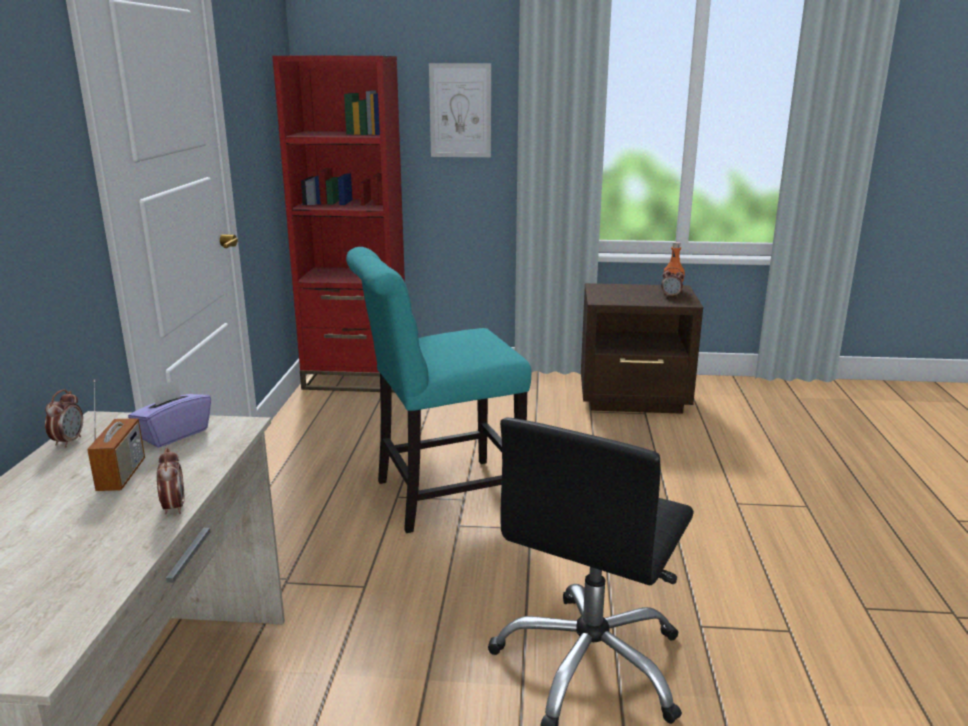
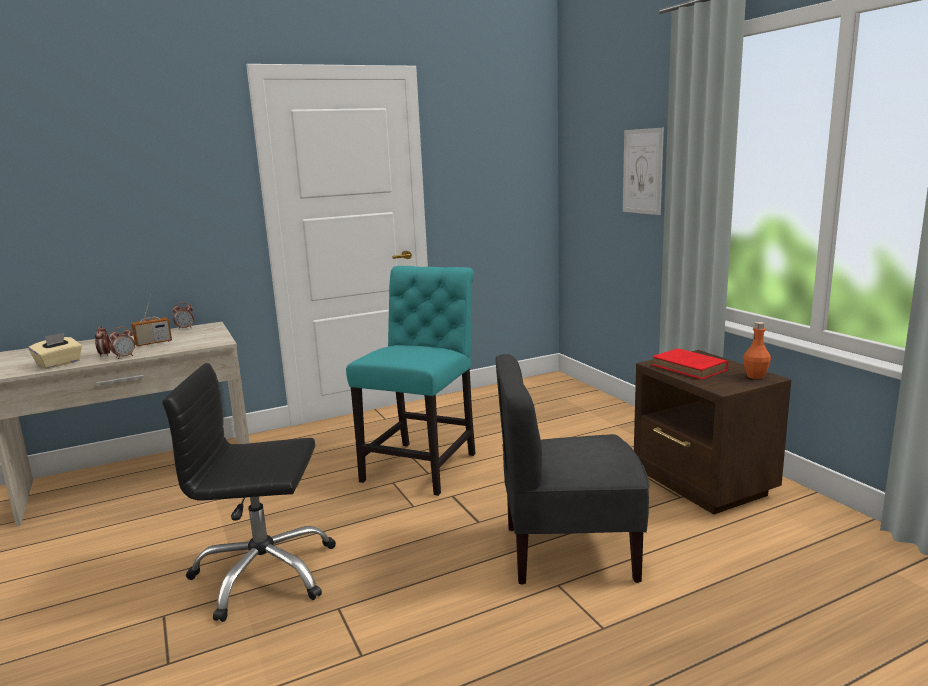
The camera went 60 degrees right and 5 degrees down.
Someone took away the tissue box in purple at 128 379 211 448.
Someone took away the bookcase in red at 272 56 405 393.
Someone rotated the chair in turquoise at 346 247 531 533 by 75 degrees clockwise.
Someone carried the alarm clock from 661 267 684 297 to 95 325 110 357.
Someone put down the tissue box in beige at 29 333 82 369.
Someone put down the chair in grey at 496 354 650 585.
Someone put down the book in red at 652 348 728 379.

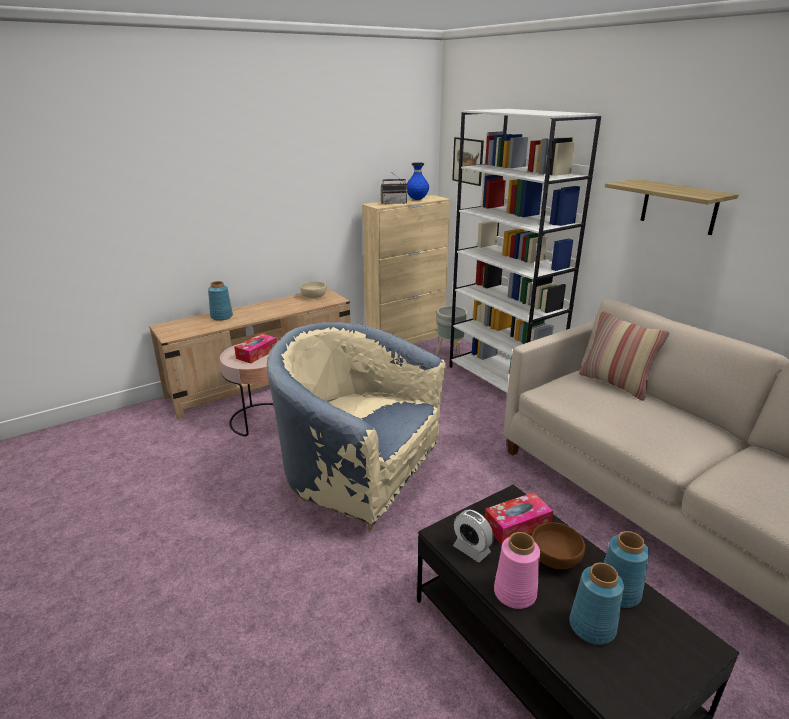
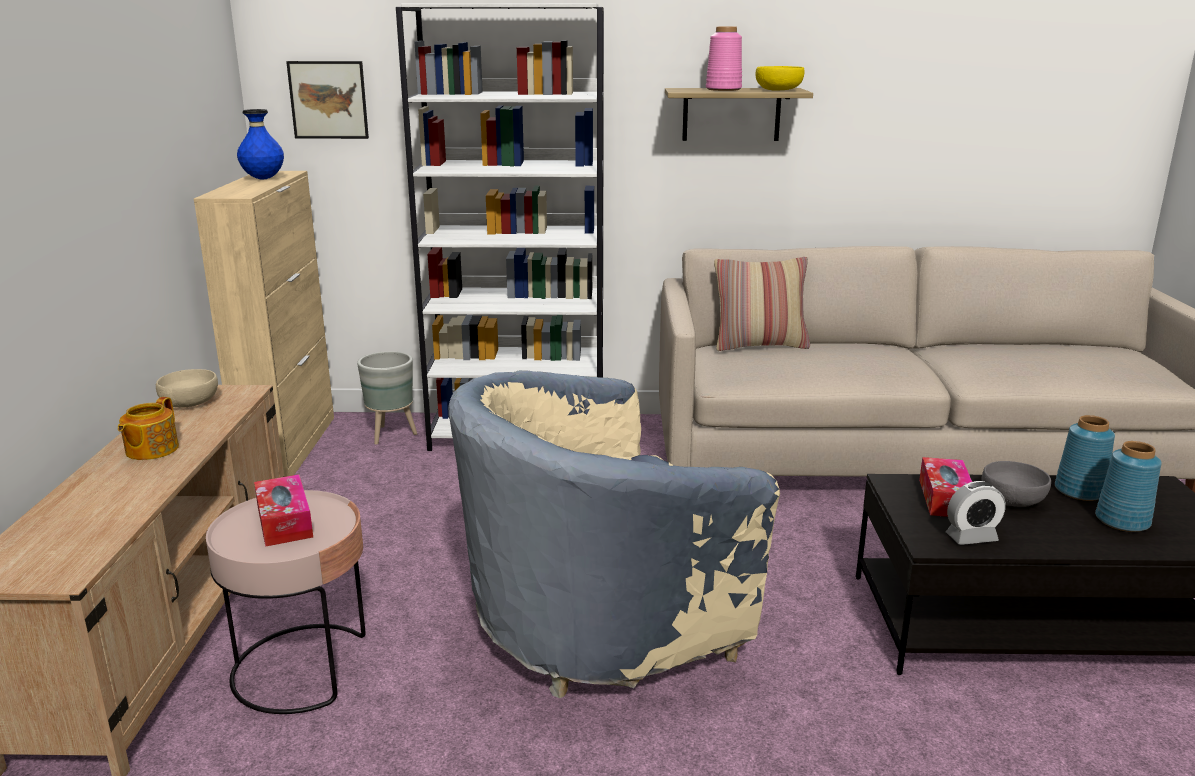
The camera went 55 degrees left and 5 degrees down.
Someone took away the vase in blue at 208 281 233 321.
Someone took away the radio at 381 171 408 204.
Someone carried the vase in pink from 494 532 540 609 to 706 27 742 91.
Someone repainted the bowl in brown at 531 522 585 569, which became the bowl in grey at 982 461 1051 507.
Someone put down the teapot at 118 397 179 460.
Someone put down the bowl in yellow at 755 66 805 90.

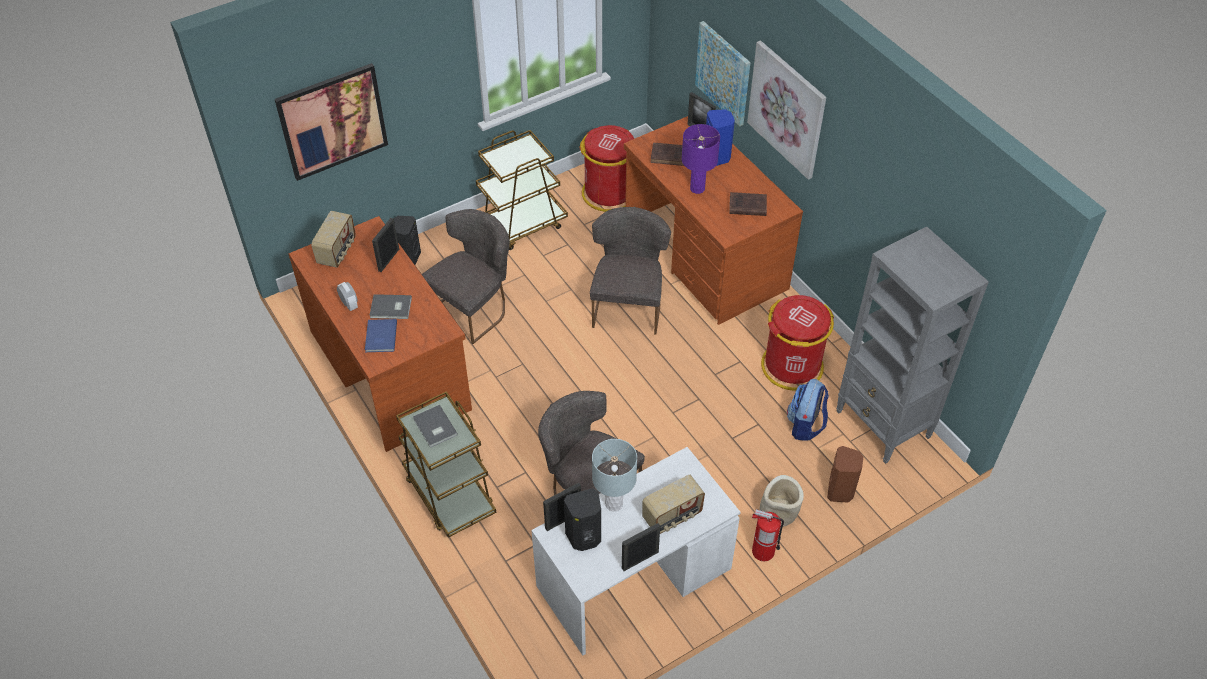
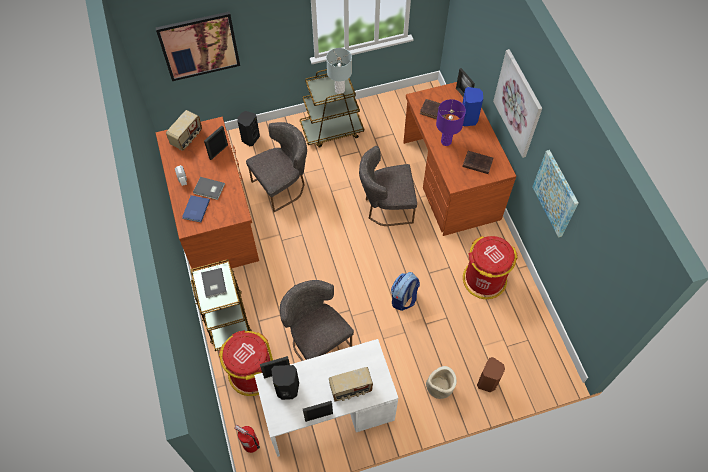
The camera went 15 degrees right and 10 degrees up.
Someone carried the trash can in red from 580 125 634 212 to 219 330 273 396.
Someone rotated the chair in grey at 590 207 671 335 by 120 degrees counterclockwise.
Someone carried the table lamp in grey from 592 439 637 511 to 326 48 352 94.
Someone carried the picture from 695 21 751 127 to 532 150 578 238.
Someone carried the fire extinguisher from 752 509 784 561 to 234 425 260 453.
Someone carried the backpack from 787 379 829 441 to 391 272 420 311.
Someone took away the bookcase in grey at 836 226 989 464.

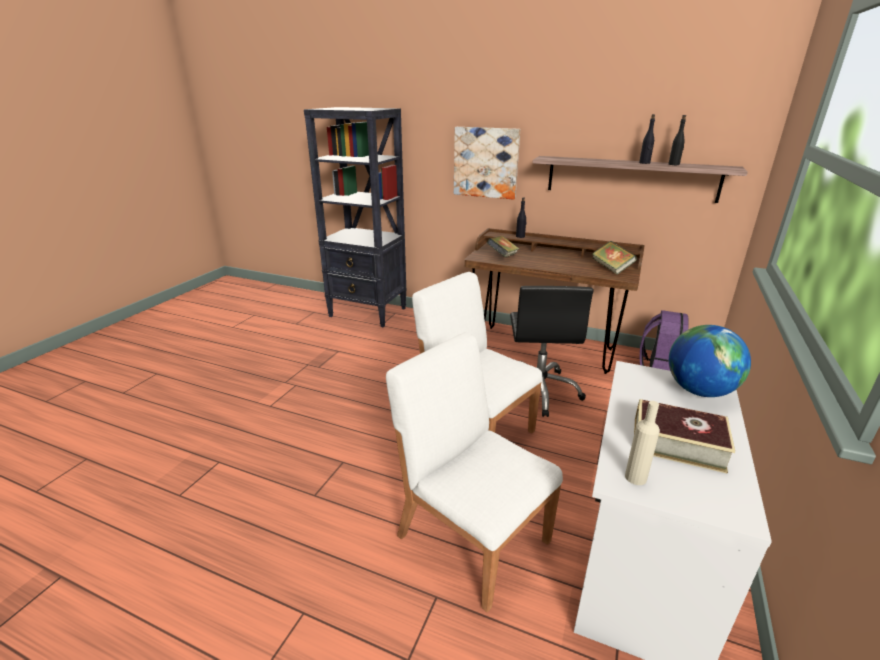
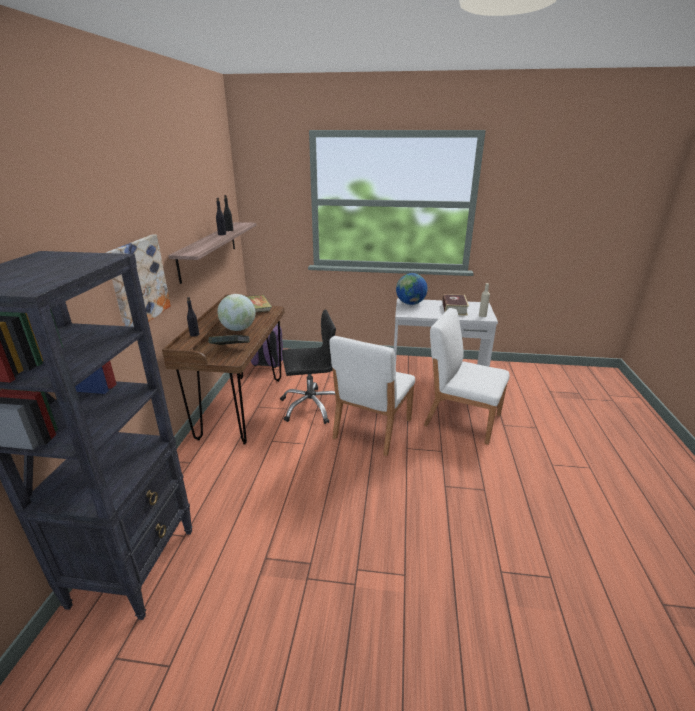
The camera went 105 degrees left and 0 degrees up.
Someone rotated the chair in white at 386 332 563 612 by 90 degrees clockwise.
Someone put down the globe at 217 294 255 331.

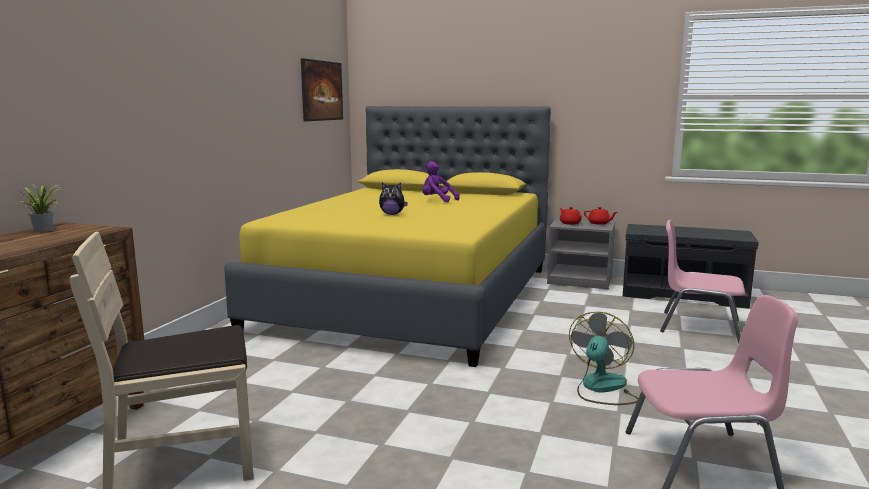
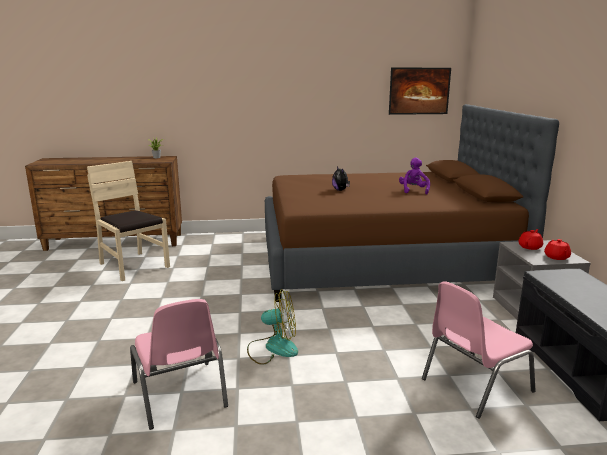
The camera went 65 degrees right and 5 degrees up.
Someone repainted the bed in yellow at 224 106 551 367, which became the bed in brown at 265 104 559 302.
Someone rotated the chair in pink at 660 220 745 343 by 120 degrees counterclockwise.

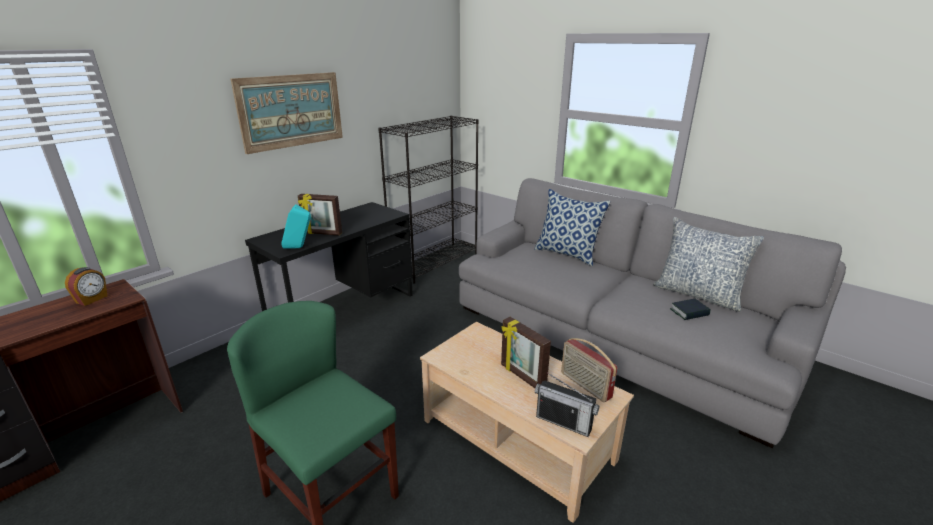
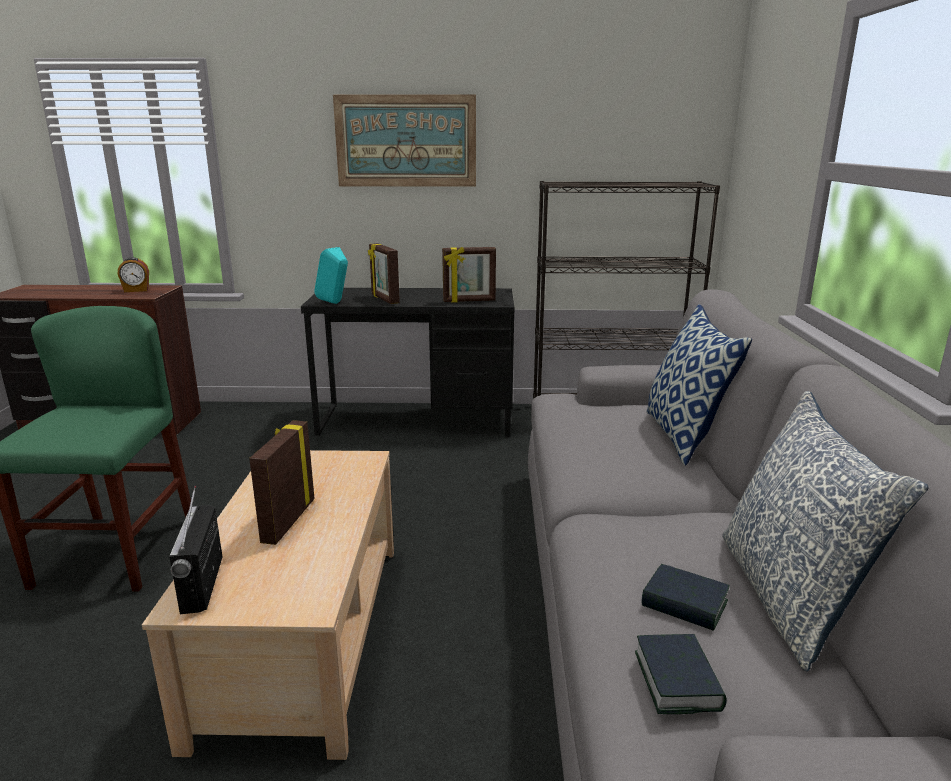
The camera went 50 degrees right and 5 degrees down.
Someone took away the radio at 561 338 617 402.
Someone put down the picture frame at 442 247 496 303.
Someone put down the book at 635 634 727 714.

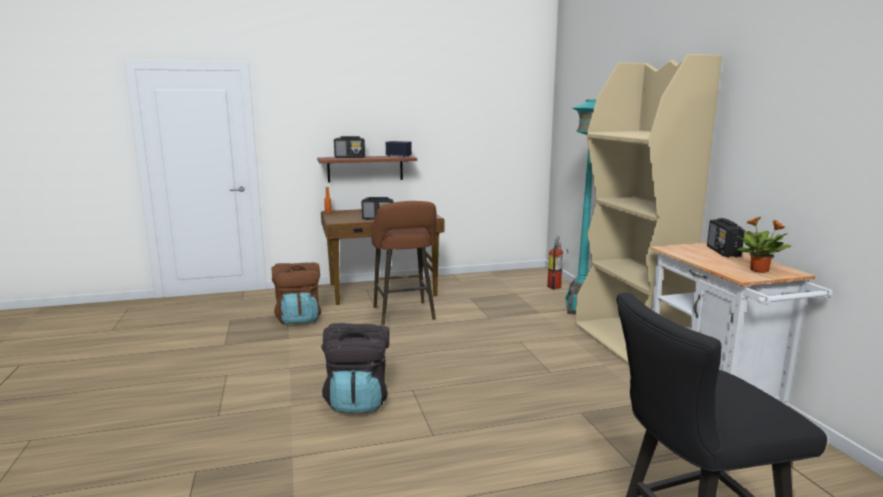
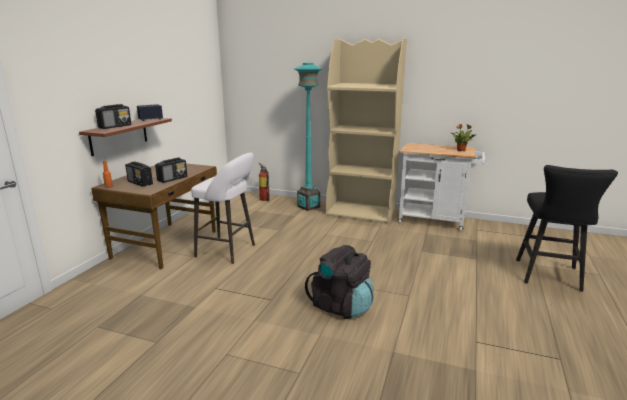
The camera went 55 degrees left and 5 degrees up.
Someone took away the backpack in brown at 271 262 321 325.
Someone repainted the stool in brown at 371 201 437 325, which became the stool in white at 191 152 255 264.
Someone carried the radio from 707 218 745 257 to 125 162 153 187.

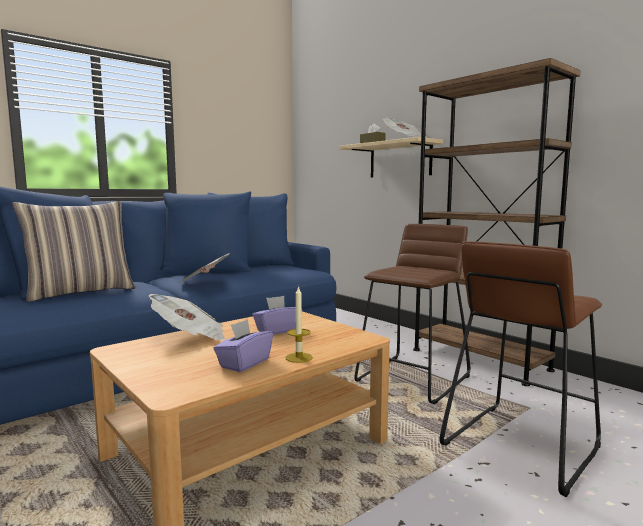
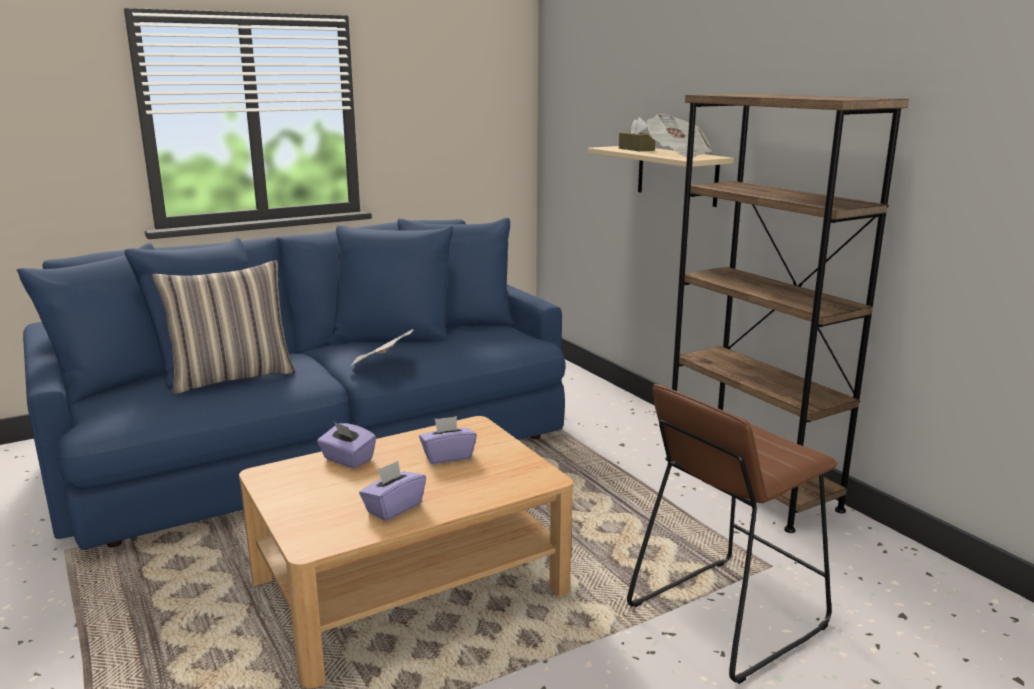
The camera went 10 degrees right and 10 degrees up.
Someone swapped the newspaper at 149 294 225 341 for the tissue box in purple at 317 422 376 468.
Someone took away the candle at 285 286 313 363.
Someone took away the stool in brown at 354 224 470 404.

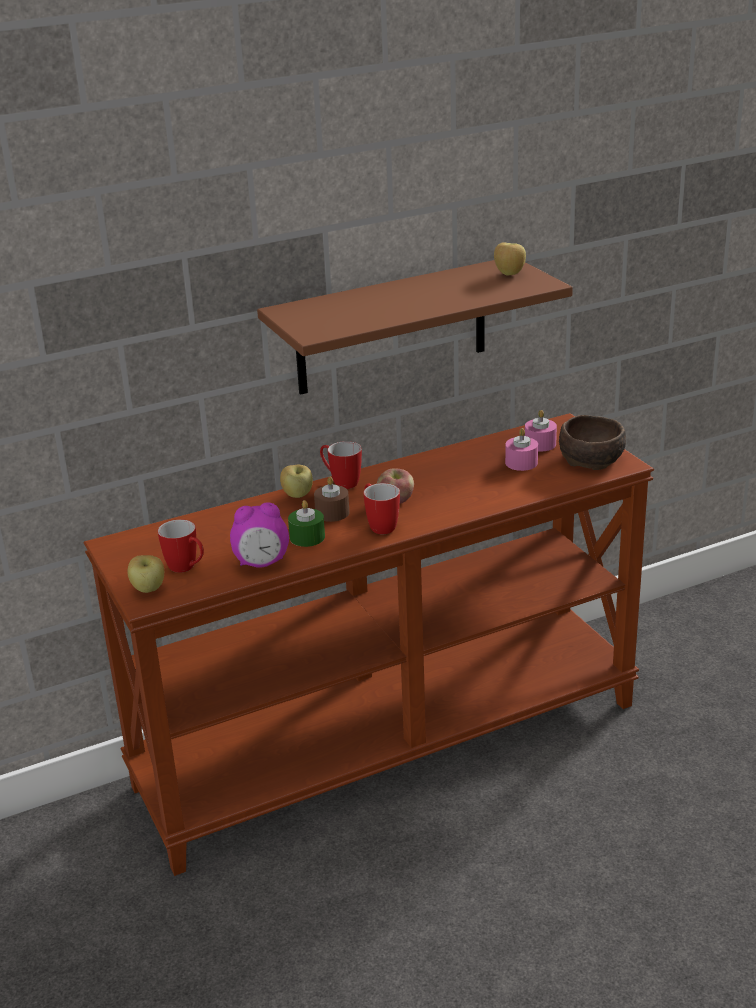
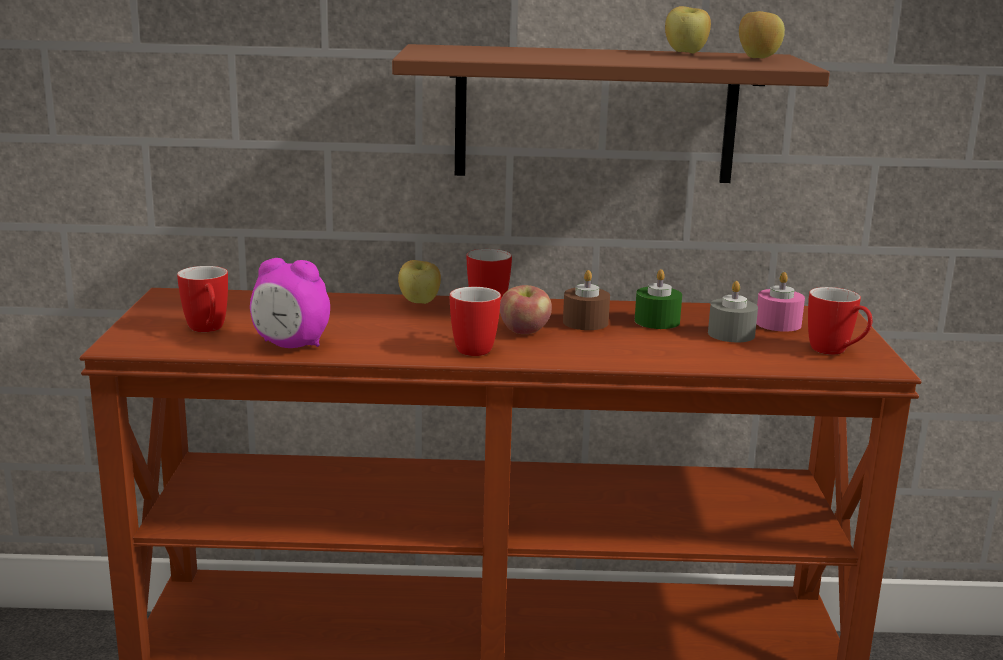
The camera went 25 degrees right and 10 degrees down.
Someone carried the apple from 128 555 164 593 to 665 6 711 54.
Someone carried the candle in green from 288 500 325 547 to 635 269 682 329.
Someone carried the candle in brown from 314 476 350 522 to 563 270 610 330.
Someone repainted the candle in pink at 505 428 538 471, which became the candle in grey at 708 281 758 342.
Someone swapped the bowl in brown at 559 415 626 470 for the mug at 808 287 872 355.

